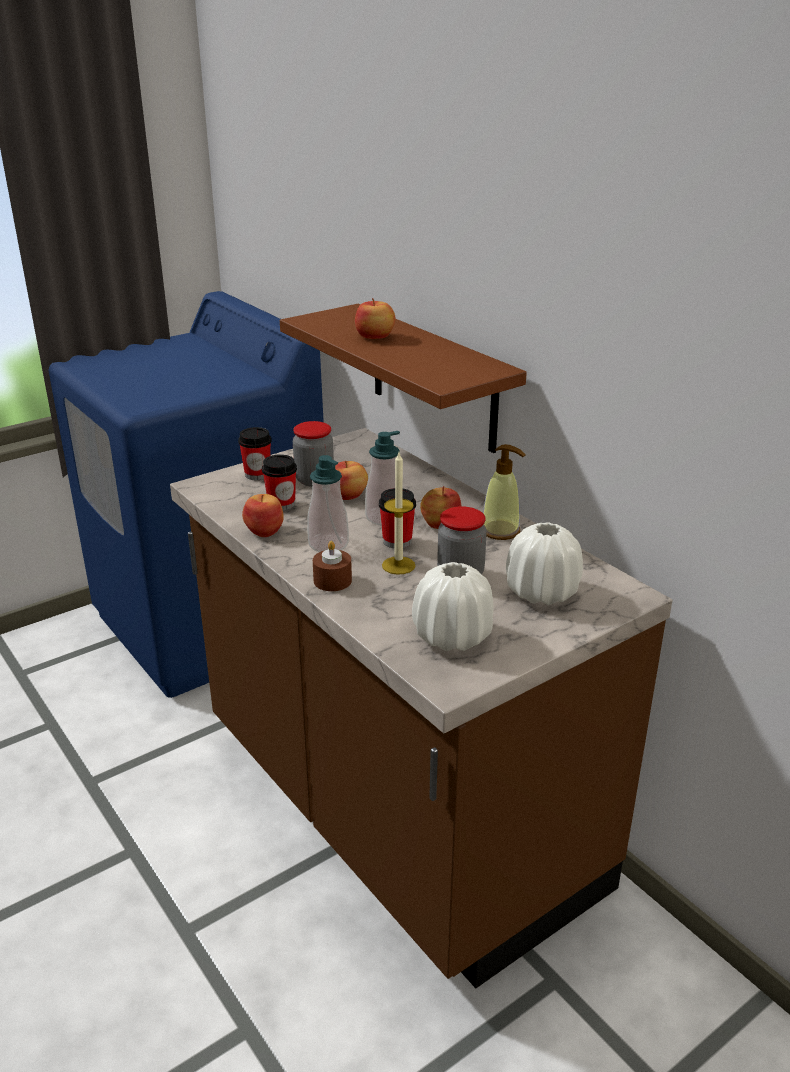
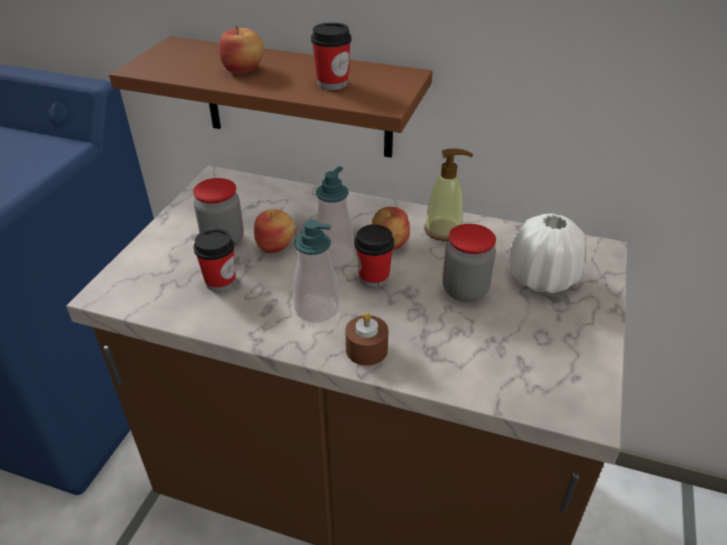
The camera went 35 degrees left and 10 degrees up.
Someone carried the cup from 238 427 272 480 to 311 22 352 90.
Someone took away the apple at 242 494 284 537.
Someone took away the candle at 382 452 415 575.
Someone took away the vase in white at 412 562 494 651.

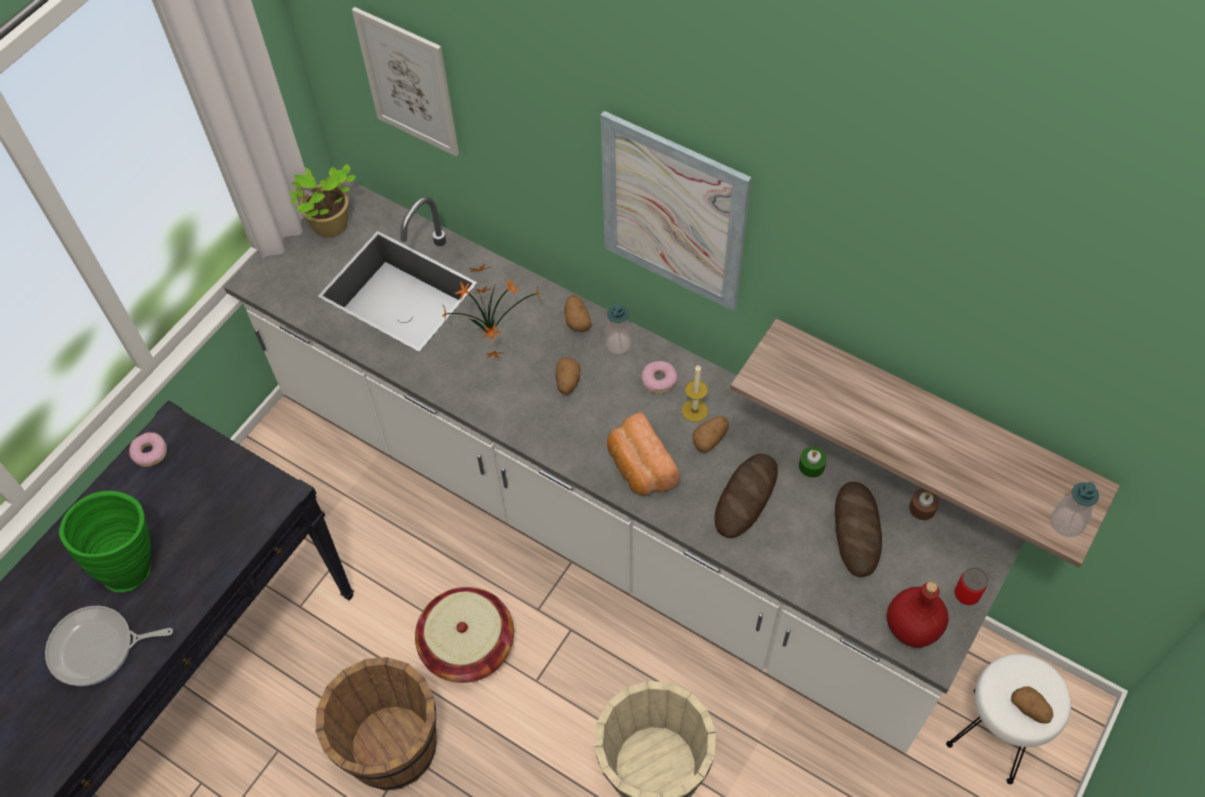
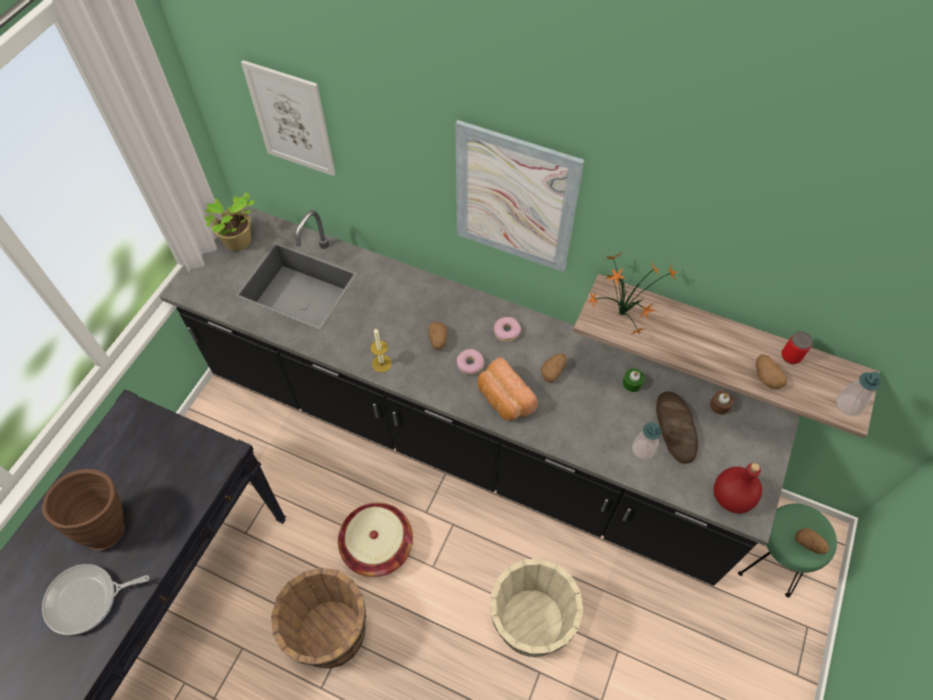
The camera went 10 degrees left and 0 degrees up.
Someone repainted the vase in green at 59 491 151 592, which became the vase in brown at 42 469 125 551.
Someone carried the donut from 129 432 167 467 to 457 349 484 375.
Someone repainted the counter in white at 224 180 1025 753, which became the counter in black at 160 203 800 586.
Someone carried the potted plant from 443 264 540 359 to 588 252 678 335.
Someone carried the potato from 564 295 592 332 to 756 354 787 389.
Someone carried the soap dispenser from 605 303 632 354 to 632 423 662 460.
Someone carried the candle from 682 364 708 422 to 370 328 392 372.
Someone took away the bread at 715 454 778 538.
Someone repainted the stool in white at 946 654 1071 784, which became the stool in green at 738 503 837 598.
Someone carried the can from 954 567 988 605 to 782 331 813 364.

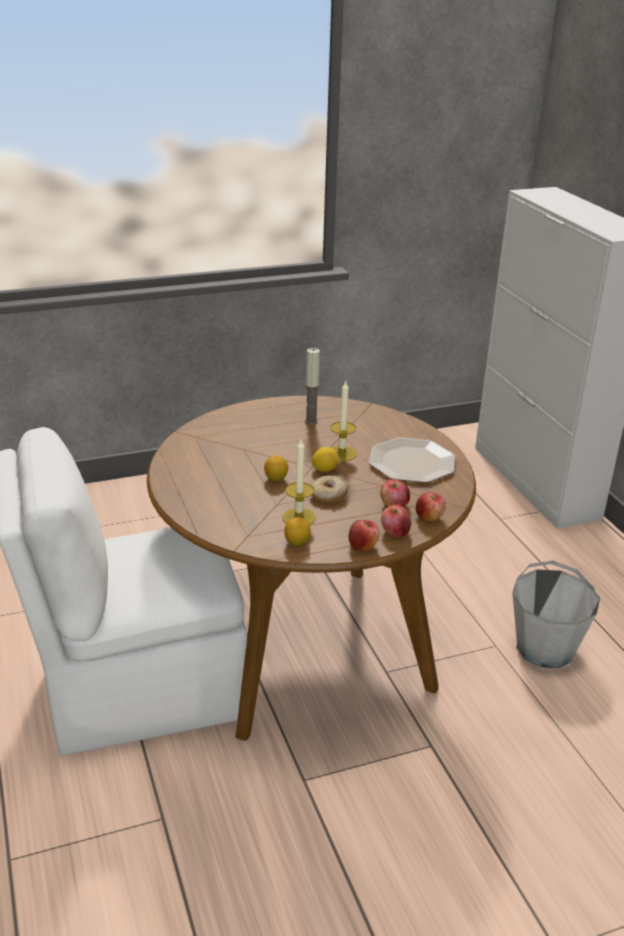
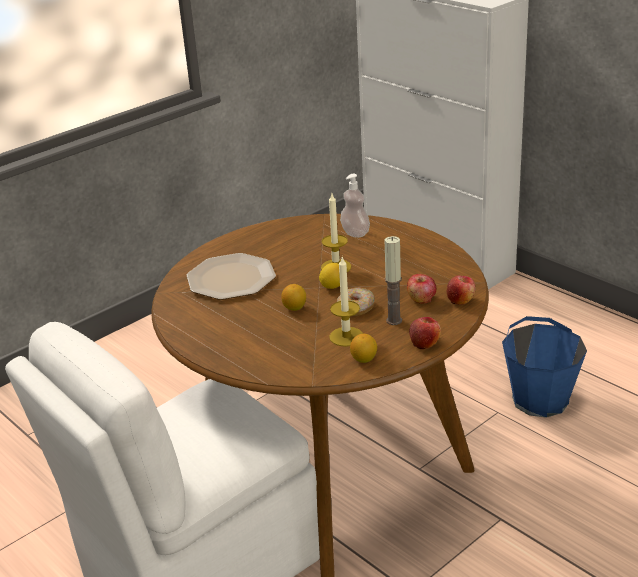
The camera went 20 degrees left and 0 degrees up.
Someone carried the candle from 305 348 320 425 to 385 236 402 325.
Someone carried the plate from 369 437 455 483 to 187 253 276 300.
Someone took away the apple at 381 505 411 539.
Someone repainted the bucket in grey at 512 561 600 668, which became the bucket in blue at 502 316 587 418.
Someone put down the soap dispenser at 340 174 370 238.

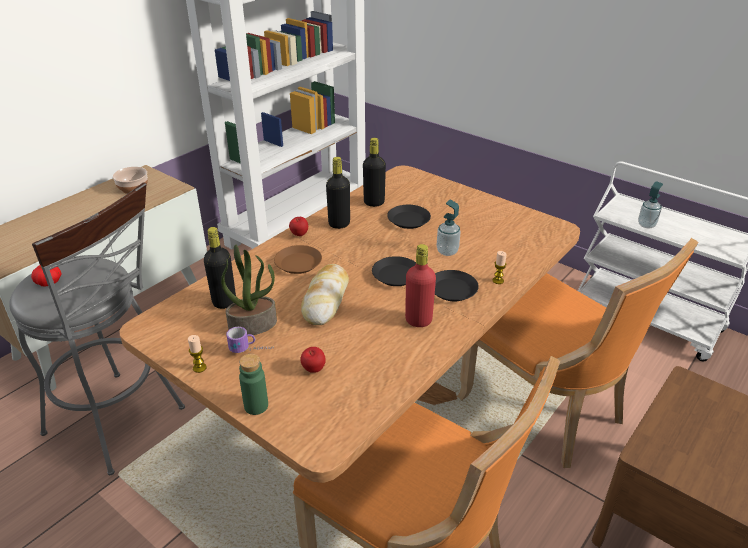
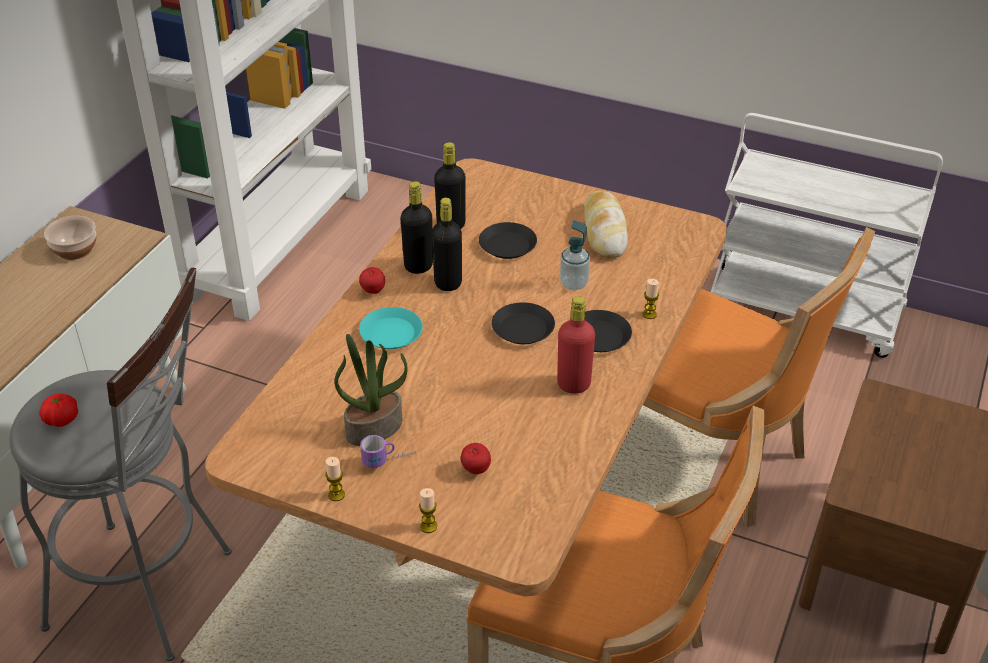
The camera went 15 degrees left and 5 degrees up.
Someone carried the bottle in black from 204 227 236 309 to 432 198 462 291.
Someone swapped the bottle in green at 239 354 268 415 for the candle at 419 488 437 533.
Someone repainted the plate in brown at 274 245 322 274, which became the plate in turquoise at 359 307 423 349.
Someone carried the bread from 301 264 349 325 to 584 191 628 258.
Someone took away the soap dispenser at 638 181 663 228.

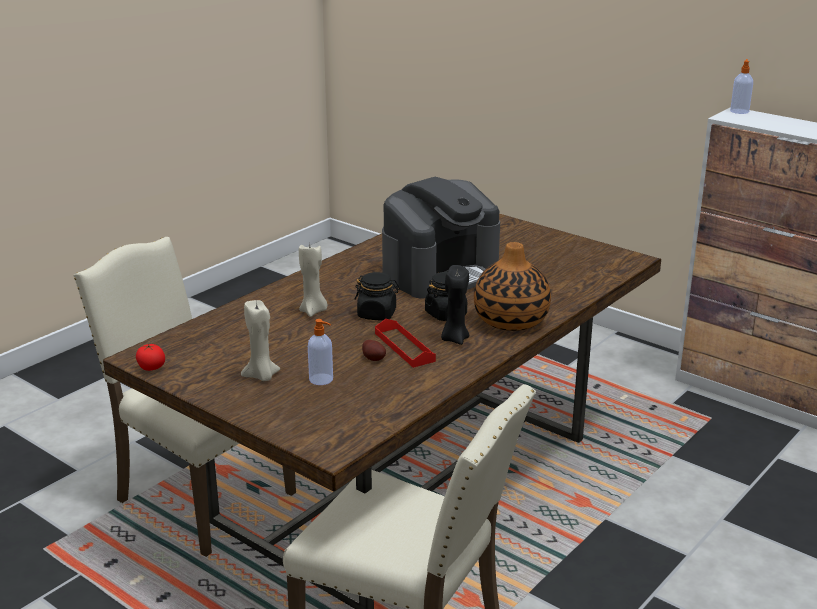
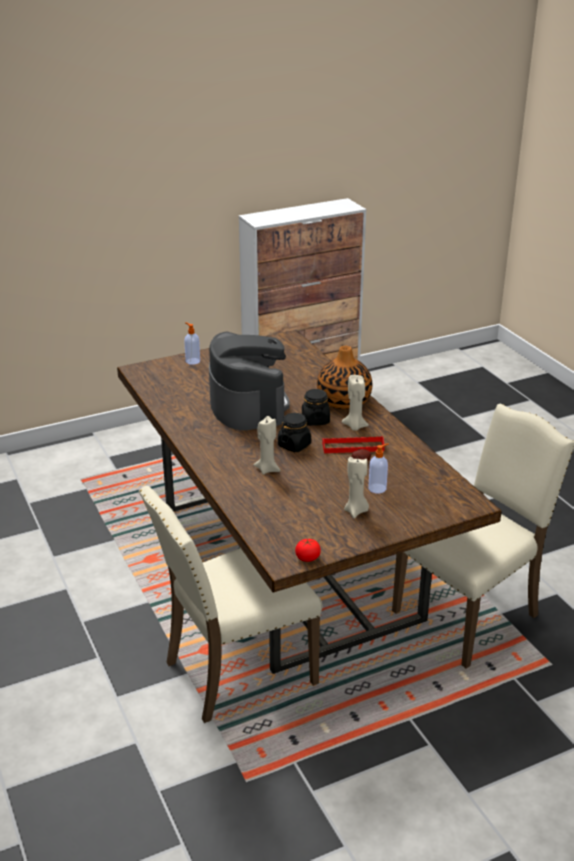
The camera went 65 degrees left and 5 degrees up.
Someone repainted the candle in black at 441 265 469 345, which became the candle in beige at 342 375 369 431.
Someone carried the soap dispenser from 730 59 753 114 to 184 322 200 365.

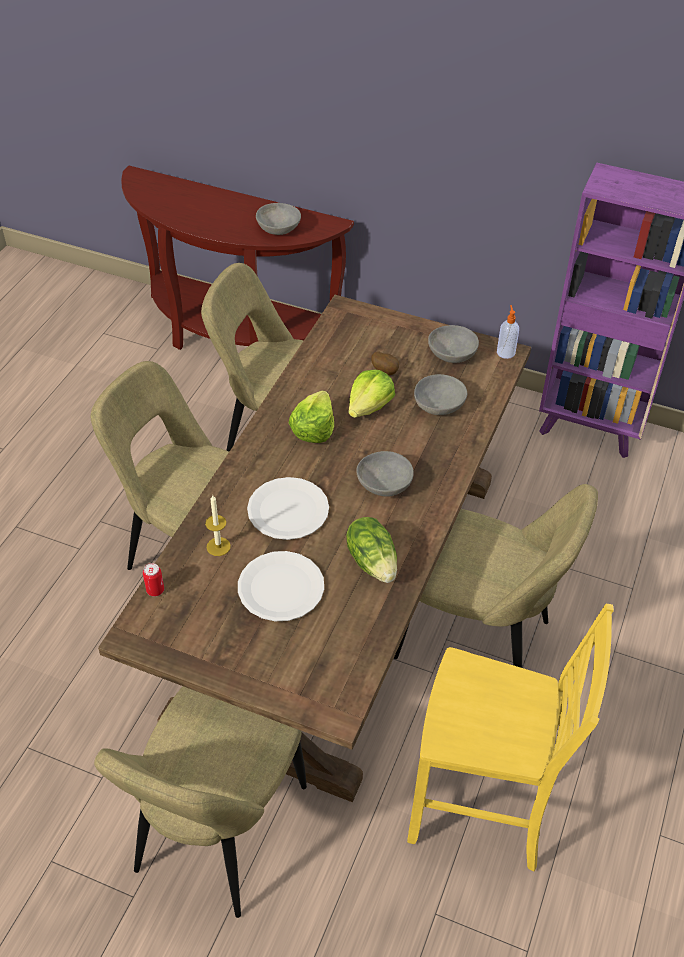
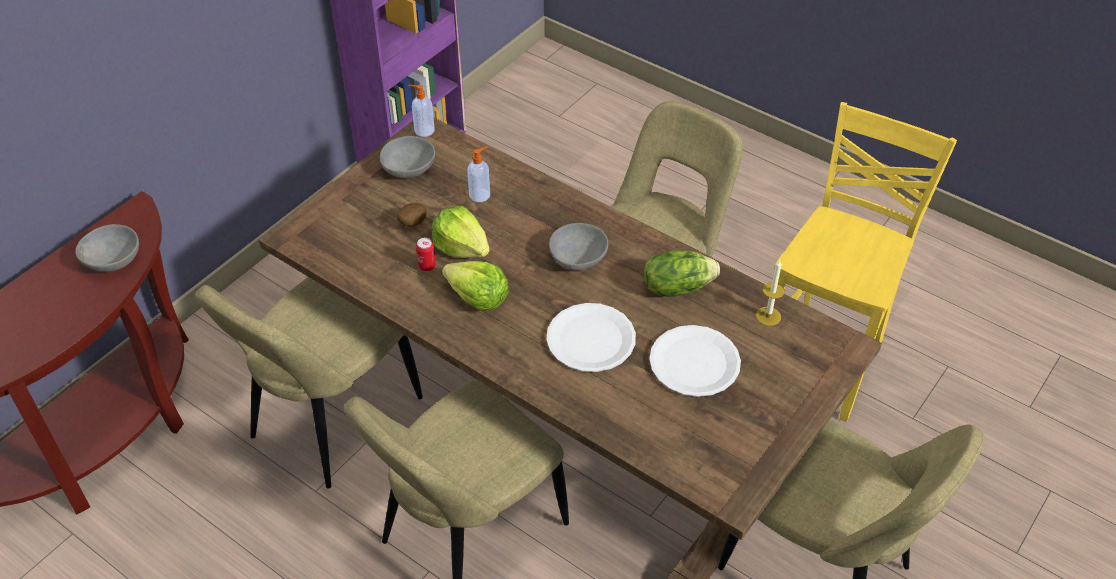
The camera went 75 degrees left and 0 degrees up.
Someone carried the can from 143 563 164 596 to 416 238 436 271.
Someone carried the candle from 205 494 231 556 to 756 260 785 326.
Someone swapped the bowl in grey at 414 374 467 415 for the soap dispenser at 467 146 490 202.

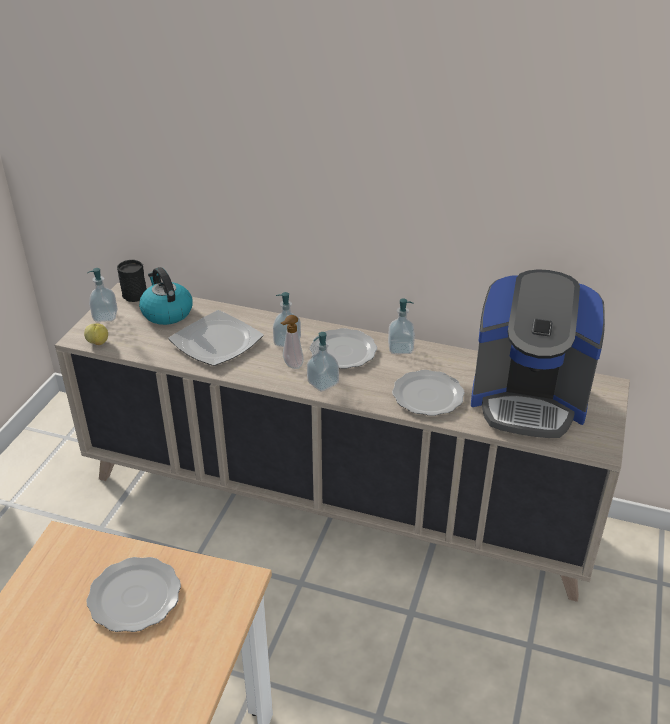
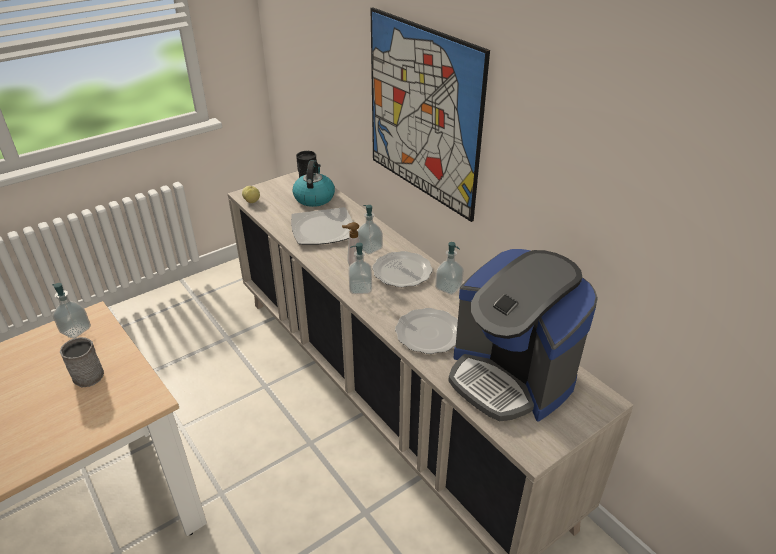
The camera went 35 degrees right and 0 degrees up.
Someone carried the soap dispenser from 87 268 118 322 to 52 283 91 339.
Someone swapped the plate at 87 557 181 632 for the mug in grey at 60 337 104 388.
Someone put up the picture at 370 7 490 222.

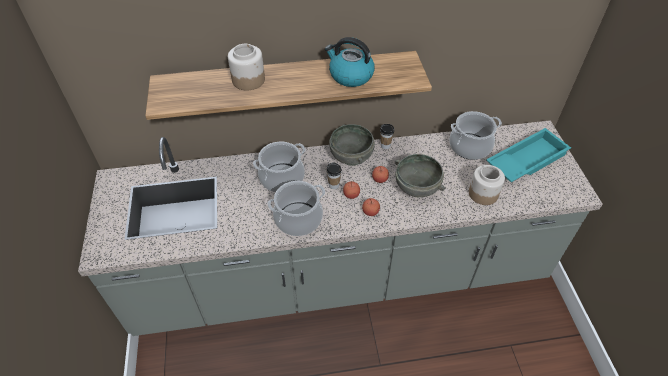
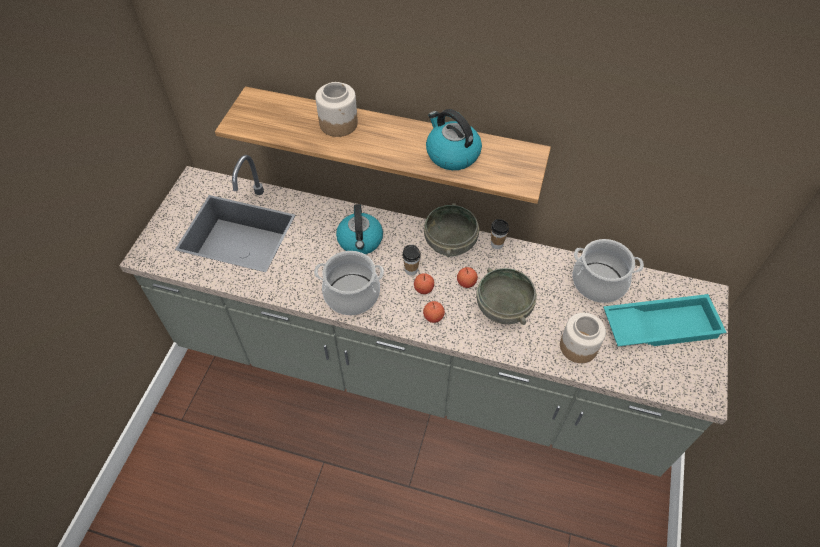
The camera went 25 degrees right and 5 degrees up.
Someone swapped the cooking pot at 253 142 305 192 for the kettle at 336 204 383 254.

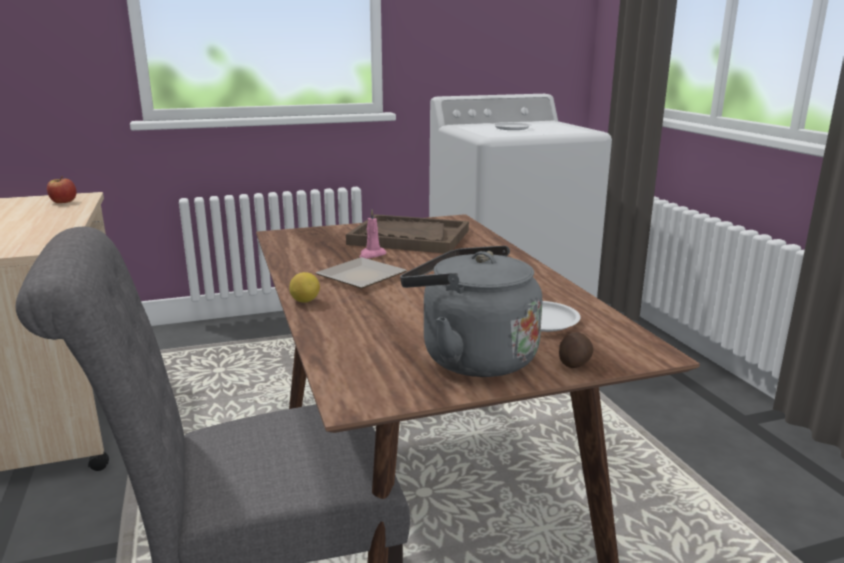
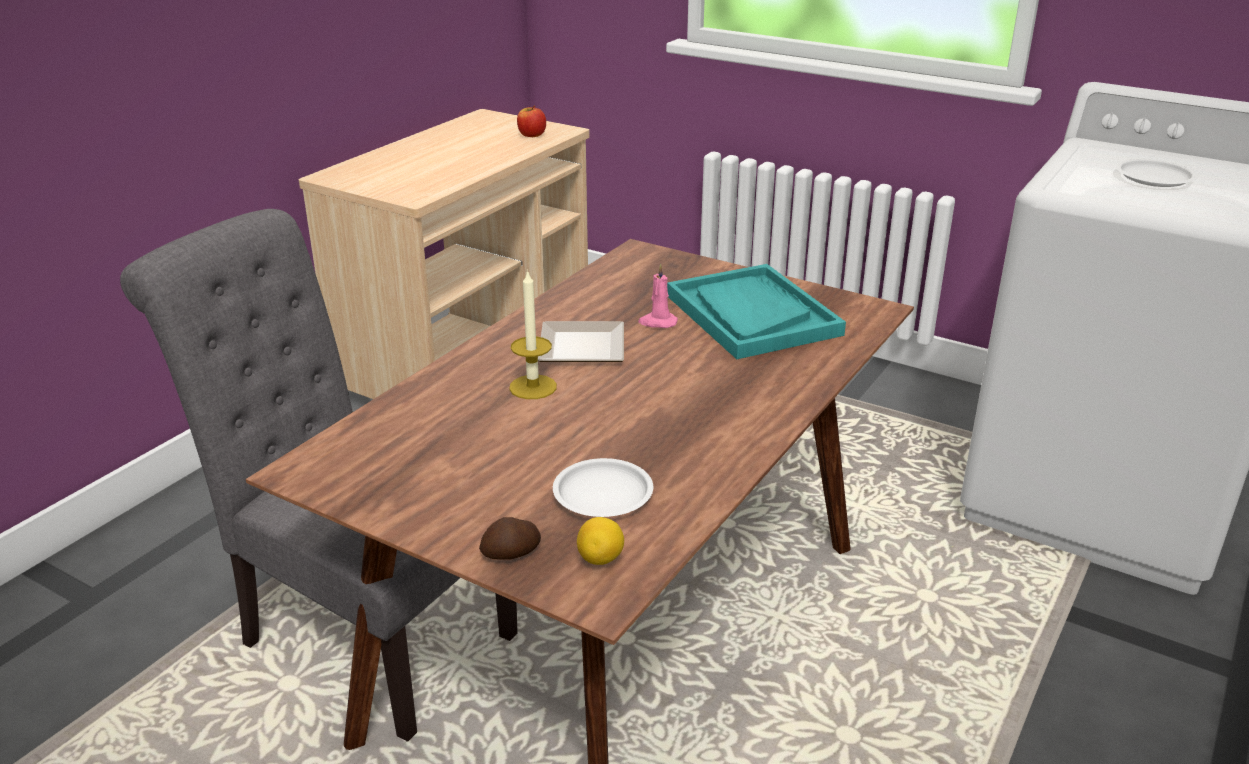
The camera went 50 degrees right and 10 degrees up.
Someone carried the lemon from 289 272 320 303 to 577 517 624 565.
Someone repainted the tray in brown at 346 214 469 253, which became the tray in turquoise at 667 264 846 359.
Someone took away the kettle in grey at 400 246 542 377.
Someone put down the candle at 509 269 557 399.

